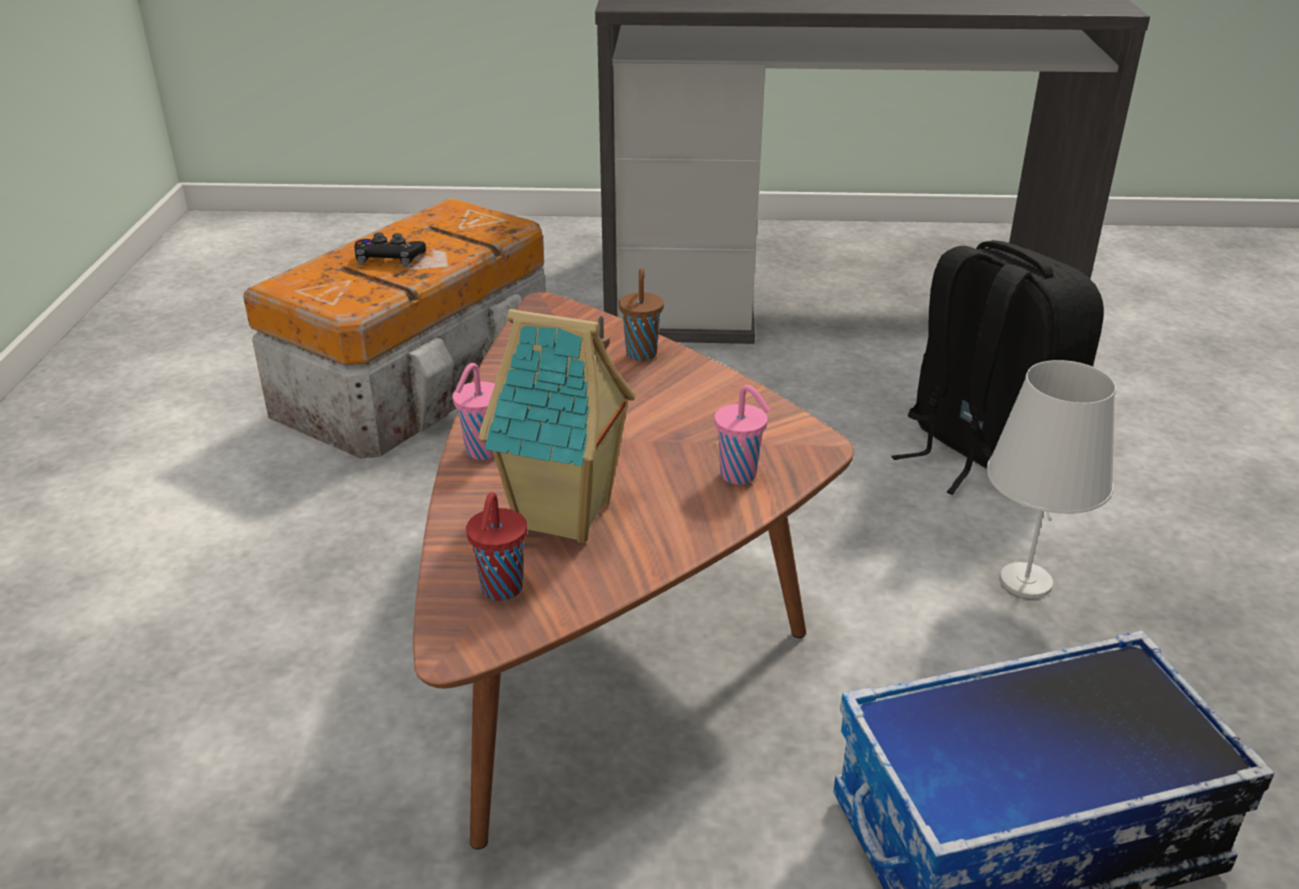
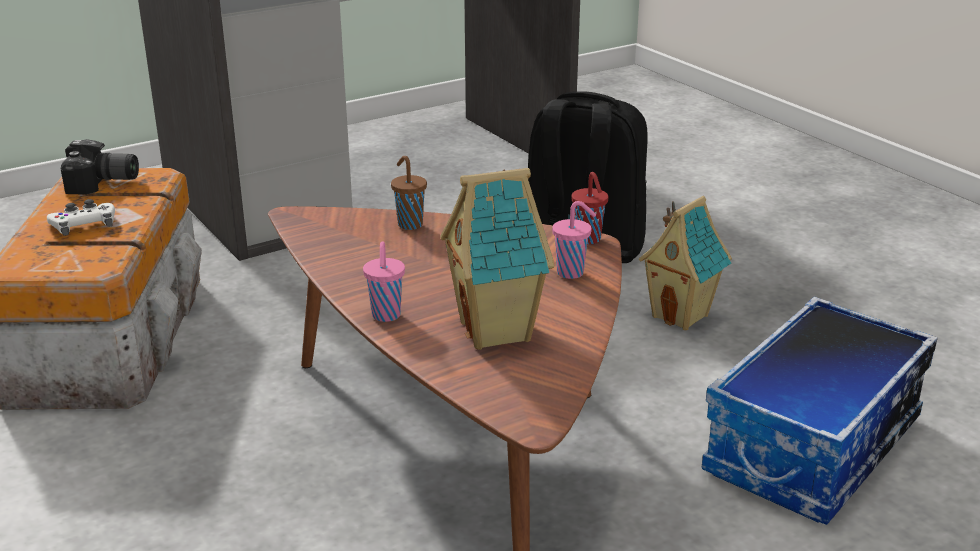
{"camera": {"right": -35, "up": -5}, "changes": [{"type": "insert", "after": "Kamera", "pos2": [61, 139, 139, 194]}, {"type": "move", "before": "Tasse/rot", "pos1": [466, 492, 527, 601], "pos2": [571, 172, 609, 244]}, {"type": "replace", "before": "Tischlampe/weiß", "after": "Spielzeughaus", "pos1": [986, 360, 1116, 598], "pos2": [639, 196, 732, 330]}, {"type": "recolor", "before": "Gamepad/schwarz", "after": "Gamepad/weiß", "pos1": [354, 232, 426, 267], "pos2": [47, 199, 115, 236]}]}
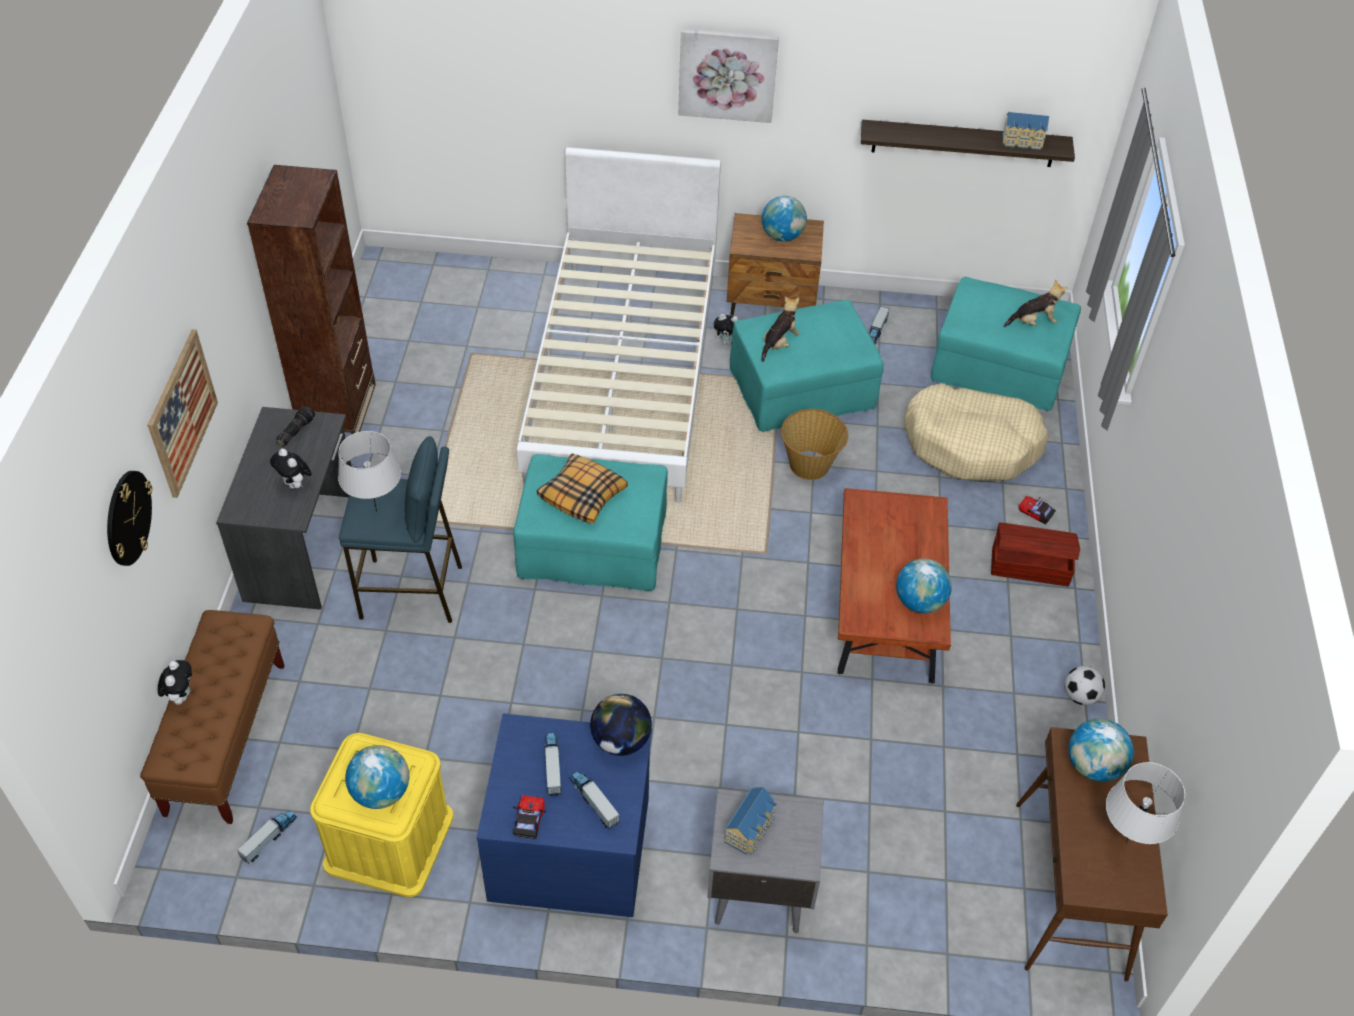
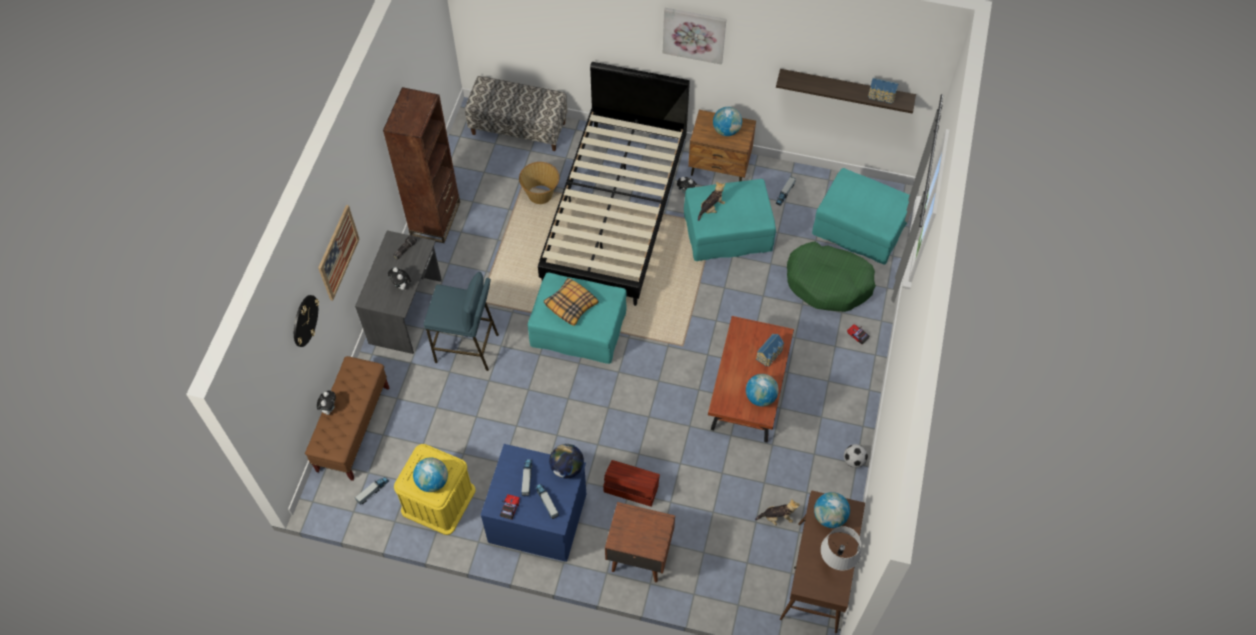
{"camera": {"right": 10, "up": 10}, "changes": [{"type": "delete", "before": "Tischlampe/grau", "pos1": [338, 431, 401, 512]}, {"type": "insert", "after": "Bank", "pos2": [465, 76, 567, 151]}, {"type": "move", "before": "Spielzeughaus", "pos1": [724, 787, 777, 854], "pos2": [756, 334, 785, 367]}, {"type": "move", "before": "Korb", "pos1": [781, 409, 848, 480], "pos2": [519, 162, 559, 204]}, {"type": "move", "before": "Aufbewahrungsbox/braun", "pos1": [991, 522, 1080, 587], "pos2": [603, 460, 660, 507]}, {"type": "move", "before": "Plüschtier", "pos1": [1004, 280, 1067, 327], "pos2": [755, 499, 800, 525]}, {"type": "recolor", "before": "Bett/weiß", "after": "Bett/schwarz", "pos1": [517, 147, 721, 503], "pos2": [538, 62, 690, 306]}, {"type": "recolor", "before": "Nachttisch/grau", "after": "Nachttisch/braun", "pos1": [707, 789, 824, 933], "pos2": [605, 502, 675, 582]}, {"type": "recolor", "before": "Hundebett/beige", "after": "Hundebett/grün", "pos1": [904, 383, 1049, 481], "pos2": [787, 242, 876, 312]}]}
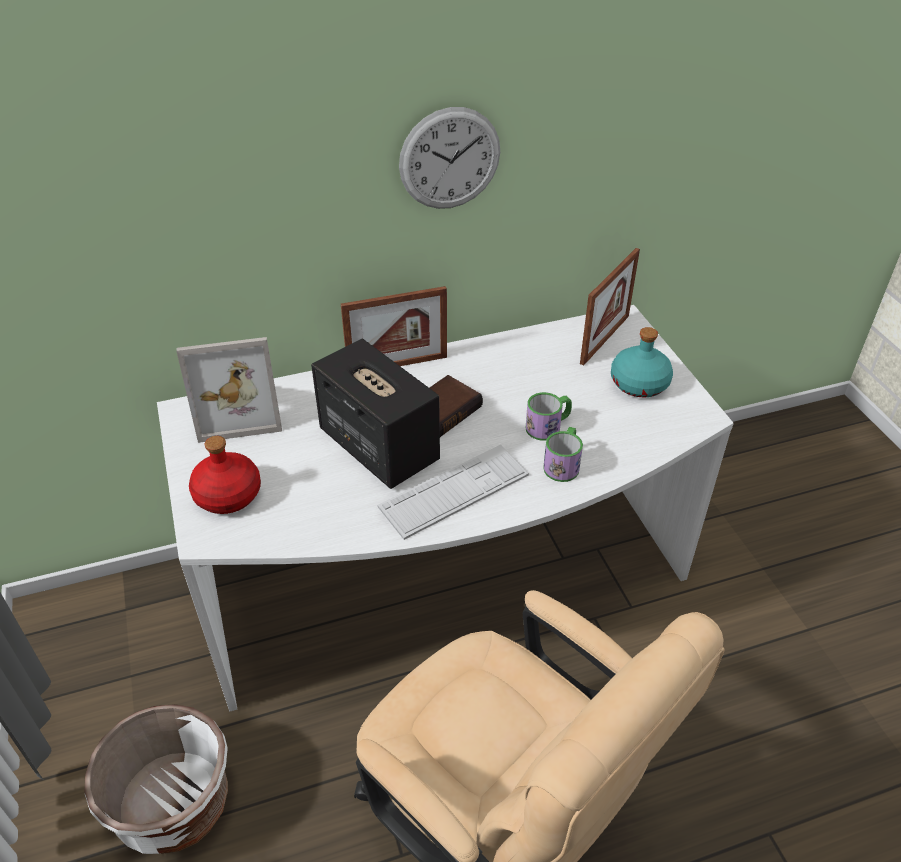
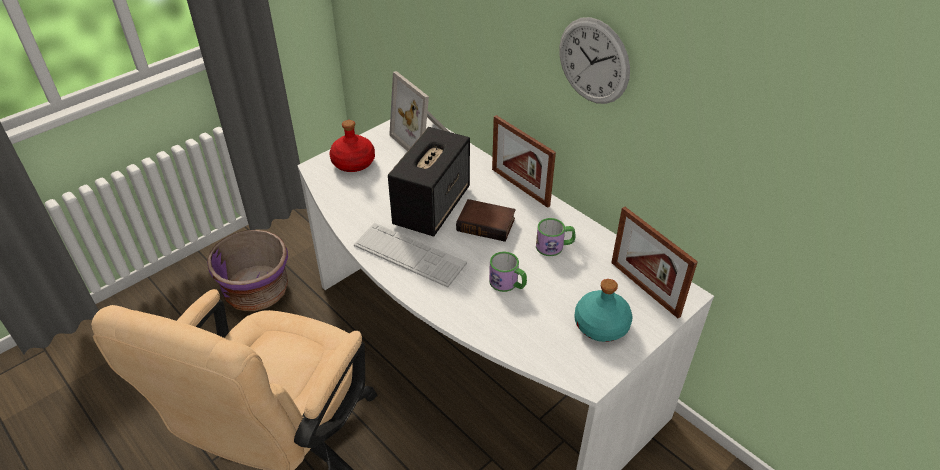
{"camera": {"right": 65, "up": 0}, "changes": [{"type": "move", "before": "Henkelbecher", "pos1": [543, 427, 583, 482], "pos2": [536, 218, 575, 256]}, {"type": "recolor", "before": "Pflanzkübel/weiß", "after": "Pflanzkübel/lila", "pos1": [85, 704, 228, 854], "pos2": [207, 230, 288, 311]}, {"type": "rotate", "before": "Bilderrahmen", "pos1": [580, 248, 640, 366], "pos2": [611, 207, 698, 318], "turn": 45}]}
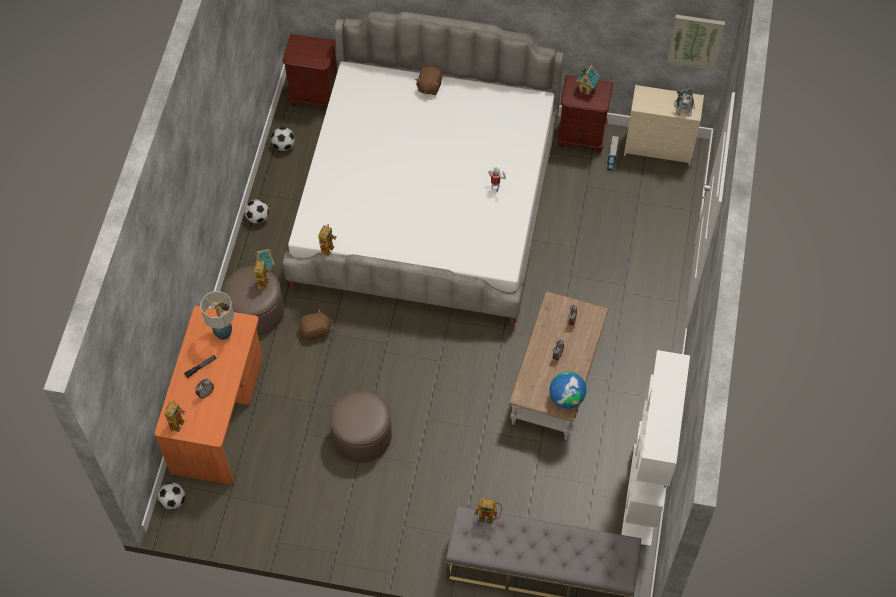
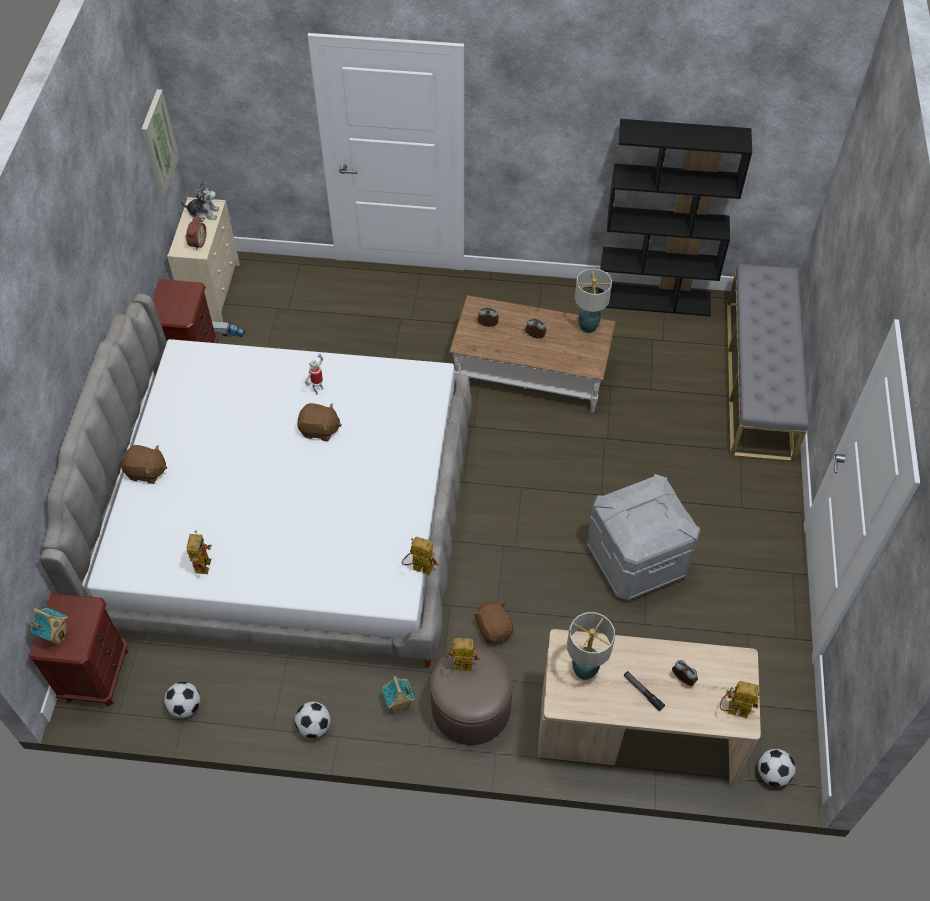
{"camera": {"right": -95, "up": -5}, "changes": [{"type": "insert", "after": "Wecker", "pos2": [185, 216, 206, 251]}, {"type": "insert", "after": "Plüschtier/braun", "pos2": [297, 403, 342, 441]}, {"type": "move", "before": "Spielzeugroboter", "pos1": [474, 498, 502, 524], "pos2": [186, 530, 212, 574]}, {"type": "move", "before": "Spielzeughaus", "pos1": [576, 65, 600, 95], "pos2": [30, 608, 68, 646]}, {"type": "replace", "before": "Polsterhocker/braun", "after": "Aufbewahrungsbox/grau", "pos1": [330, 390, 392, 463], "pos2": [586, 474, 700, 601]}, {"type": "replace", "before": "Globus", "after": "Tischlampe", "pos1": [549, 371, 587, 409], "pos2": [575, 268, 612, 333]}, {"type": "recolor", "before": "Schreibtisch/orange", "after": "Schreibtisch/beige", "pos1": [154, 306, 263, 485], "pos2": [538, 629, 761, 786]}, {"type": "recolor", "before": "Bücherregal/weiß", "after": "Bücherregal/schwarz", "pos1": [621, 350, 690, 546], "pos2": [598, 119, 752, 316]}]}
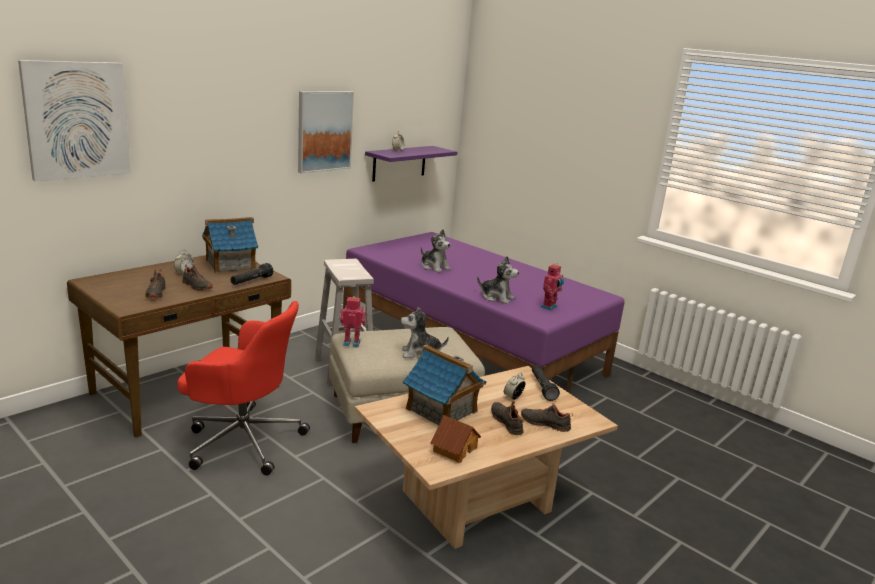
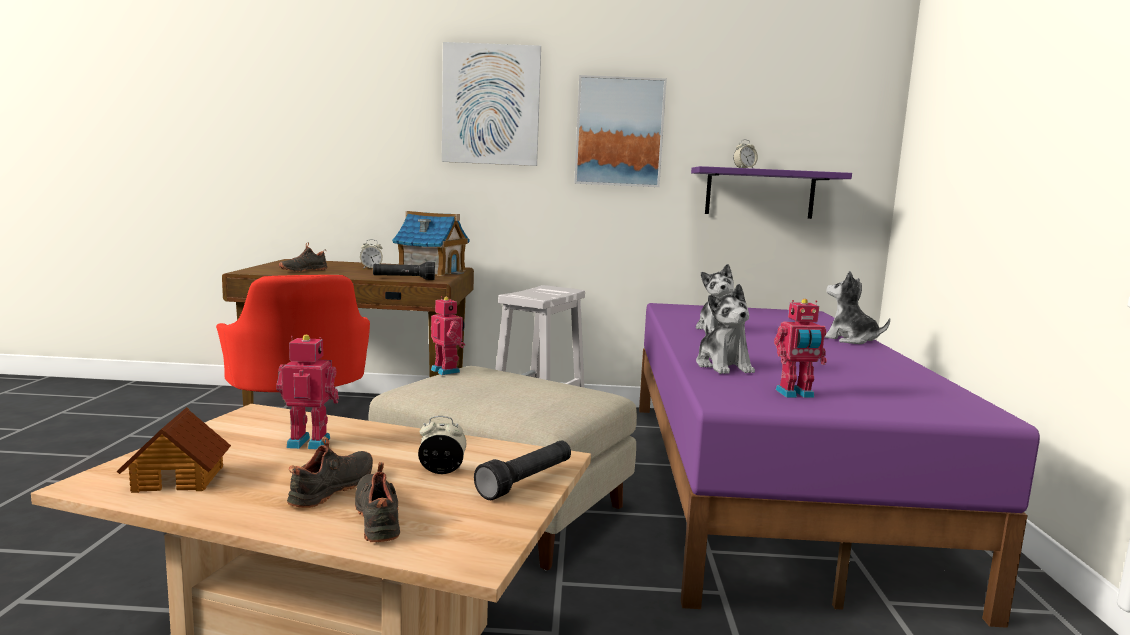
{"camera": {"right": 50, "up": -10}, "changes": [{"type": "delete", "before": "Schuh/schwarz", "pos1": [182, 263, 213, 291]}, {"type": "move", "before": "Bild", "pos1": [18, 60, 131, 181], "pos2": [442, 42, 541, 166]}, {"type": "move", "before": "Plüschtier", "pos1": [401, 307, 449, 358], "pos2": [825, 271, 890, 344]}, {"type": "replace", "before": "Spielzeughaus", "after": "Spielzeugroboter", "pos1": [403, 345, 486, 425], "pos2": [276, 335, 339, 449]}]}
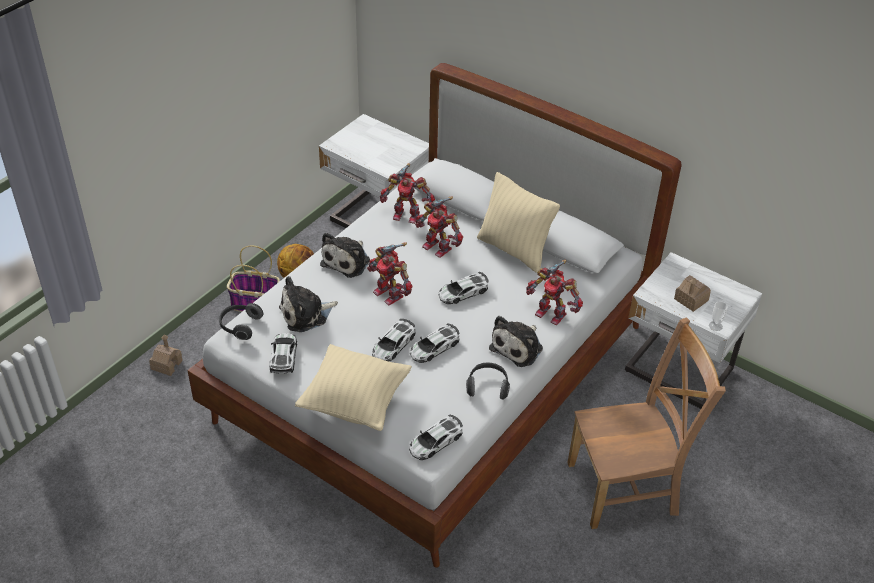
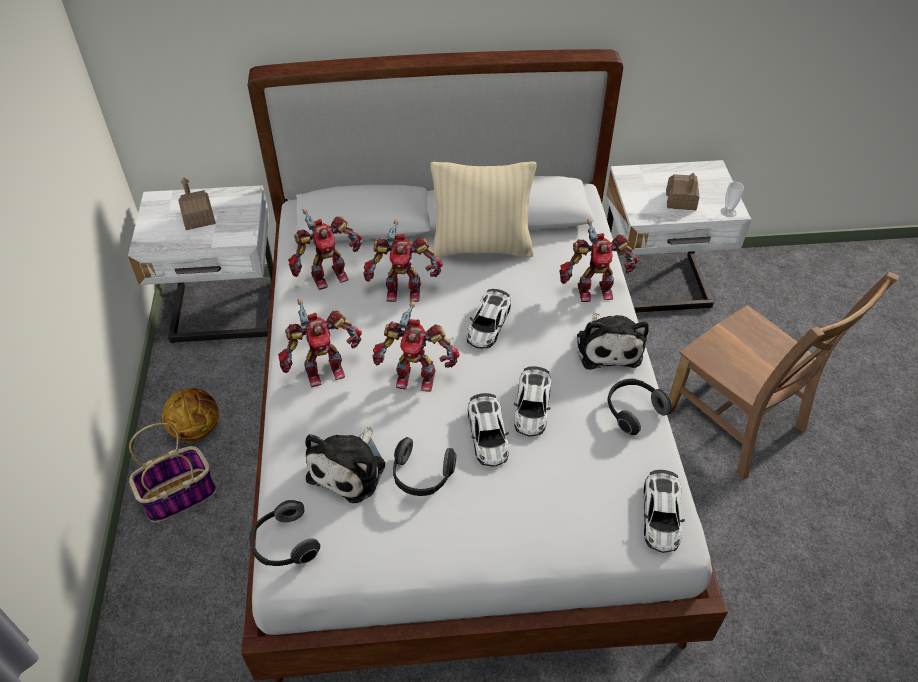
{"camera": {"right": -40, "up": 5}, "changes": [{"type": "delete", "before": "Spielzeugauto", "pos1": [269, 333, 297, 374]}, {"type": "delete", "before": "Kissen/beige", "pos1": [295, 344, 412, 431]}, {"type": "insert", "after": "Kopfhörer", "pos2": [393, 437, 457, 496]}, {"type": "move", "before": "Spielzeughaus", "pos1": [149, 335, 183, 376], "pos2": [178, 177, 216, 230]}, {"type": "replace", "before": "Plüschtier", "after": "Spielzeugroboter", "pos1": [320, 232, 370, 278], "pos2": [278, 299, 362, 387]}, {"type": "rotate", "before": "Stuhl/braun", "pos1": [567, 317, 726, 529], "pos2": [668, 272, 899, 479], "turn": 105}]}
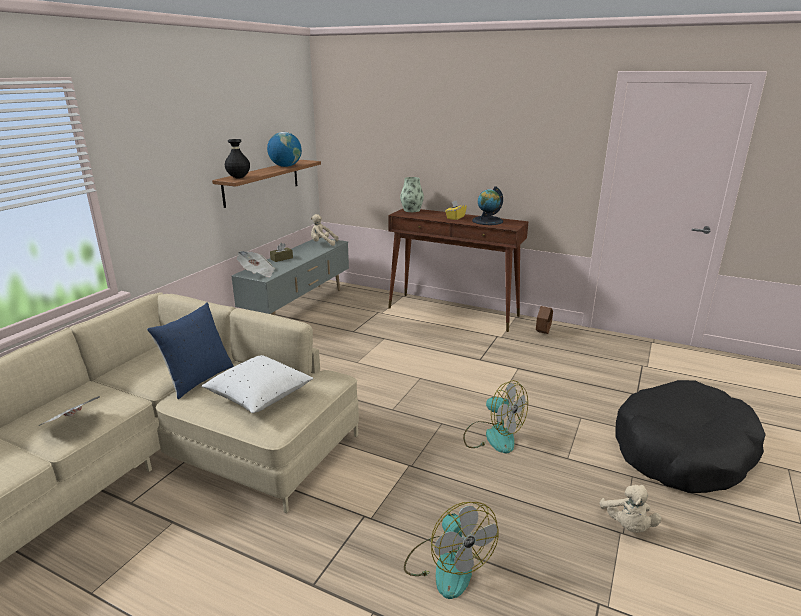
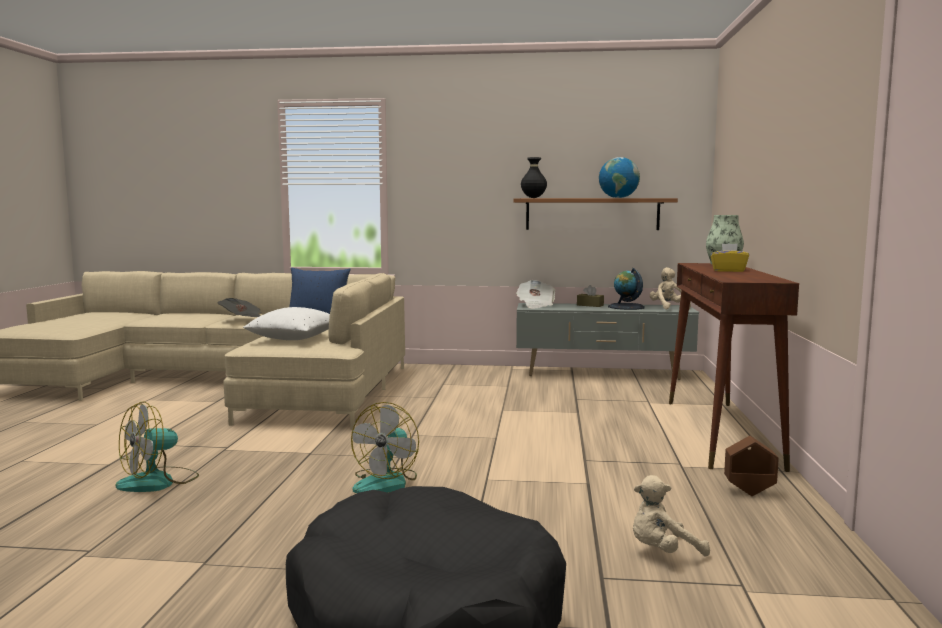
{"camera": {"right": 70, "up": -15}, "changes": [{"type": "move", "before": "Globus", "pos1": [472, 186, 503, 225], "pos2": [608, 268, 645, 310]}, {"type": "move", "before": "Plüschtier/beige", "pos1": [599, 485, 661, 533], "pos2": [633, 475, 710, 556]}]}
